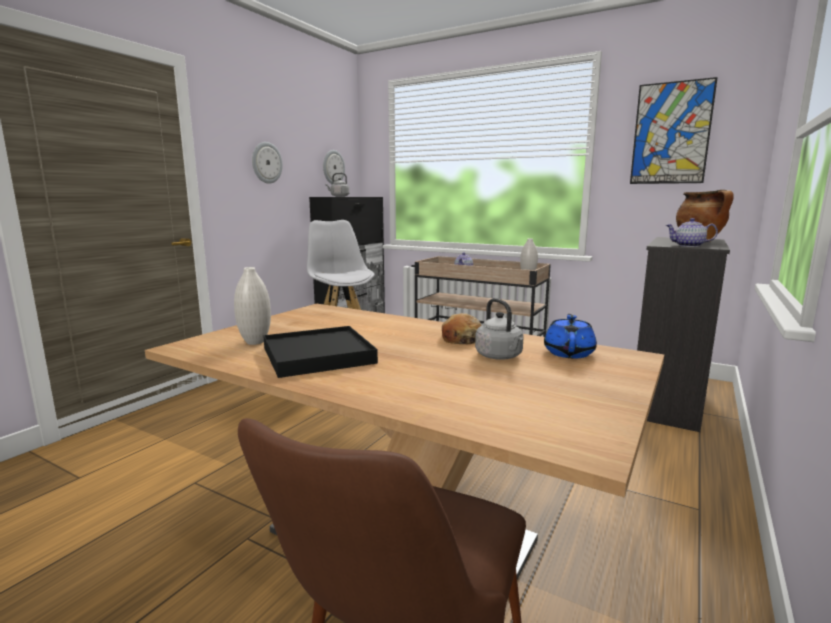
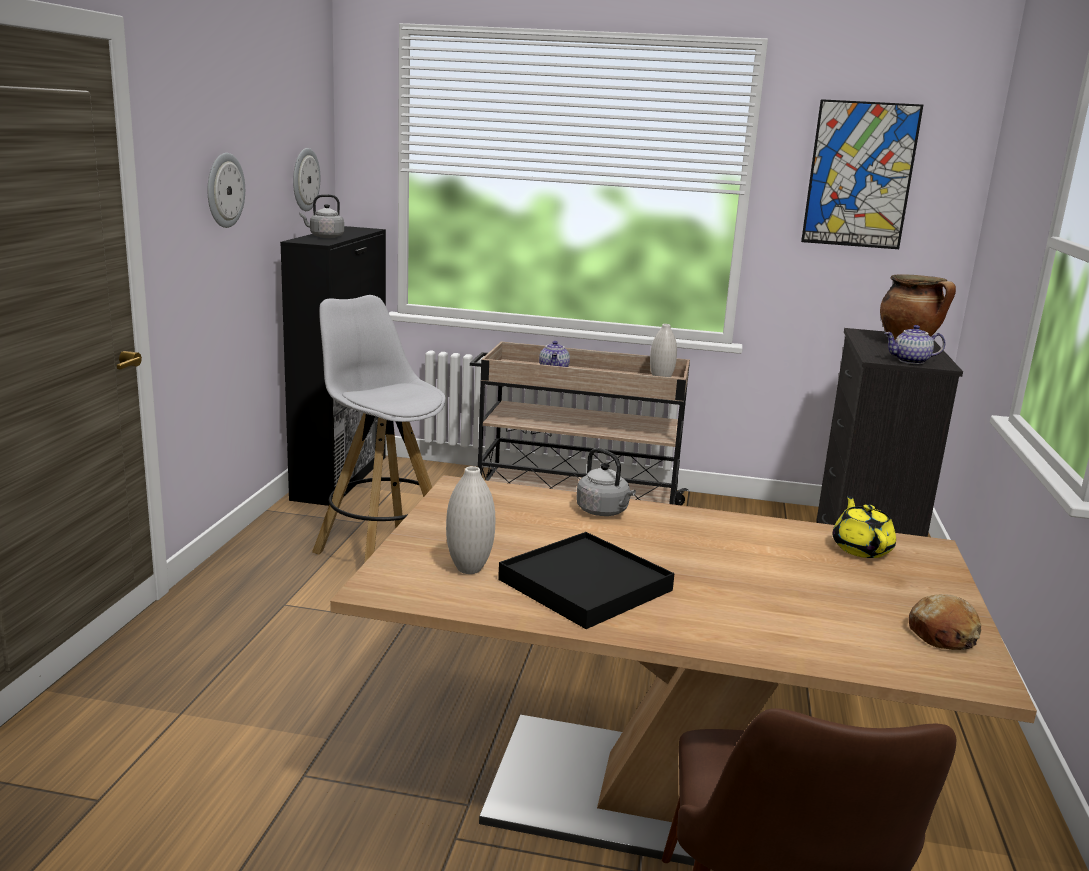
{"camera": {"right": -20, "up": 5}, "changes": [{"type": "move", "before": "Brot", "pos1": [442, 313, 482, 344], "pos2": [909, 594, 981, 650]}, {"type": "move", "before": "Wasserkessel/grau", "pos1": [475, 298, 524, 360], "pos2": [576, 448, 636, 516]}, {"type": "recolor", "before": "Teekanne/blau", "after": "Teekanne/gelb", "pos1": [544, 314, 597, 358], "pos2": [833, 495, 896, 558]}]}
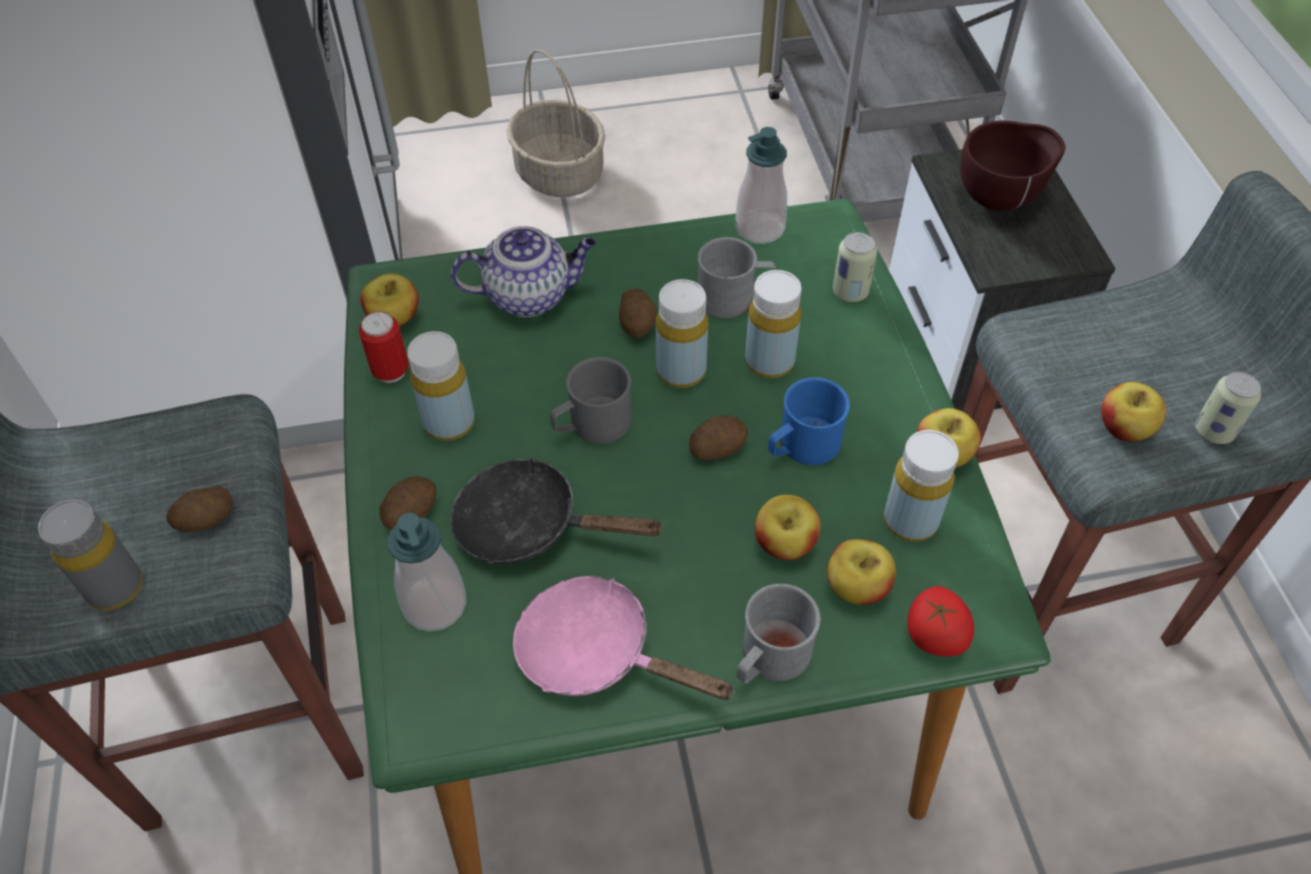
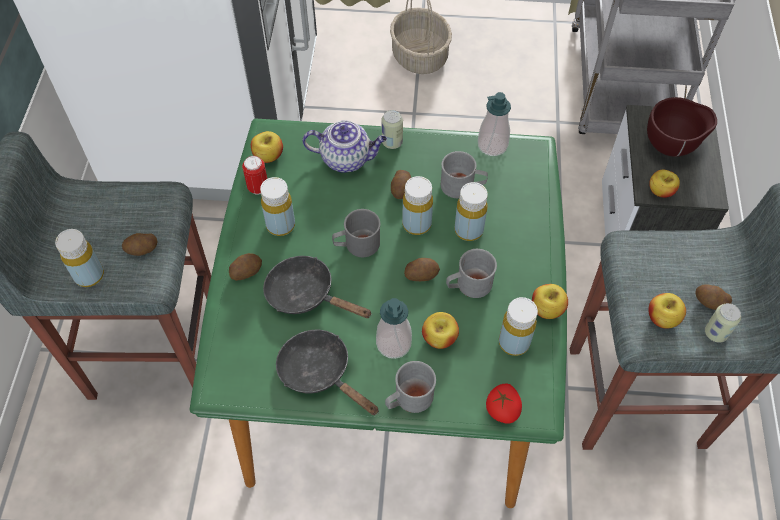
{"camera": {"right": 15, "up": 5}, "changes": [{"type": "insert", "after": "Kartoffel", "pos2": [695, 284, 732, 310]}, {"type": "move", "before": "Seifenspender", "pos1": [387, 513, 466, 632], "pos2": [376, 298, 412, 359]}, {"type": "move", "before": "Apfel", "pos1": [827, 539, 896, 605], "pos2": [649, 170, 680, 198]}, {"type": "move", "before": "Dose", "pos1": [833, 232, 877, 302], "pos2": [382, 110, 403, 149]}, {"type": "recolor", "before": "Flasche/grau", "after": "Flasche/gelb", "pos1": [38, 499, 143, 610], "pos2": [55, 229, 104, 287]}, {"type": "recolor", "before": "Pfanne/rosa", "after": "Pfanne/schwarz", "pos1": [513, 576, 735, 700], "pos2": [276, 330, 379, 415]}, {"type": "recolor", "before": "Henkelbecher/blau", "after": "Henkelbecher/grau", "pos1": [768, 377, 850, 465], "pos2": [446, 249, 497, 298]}]}
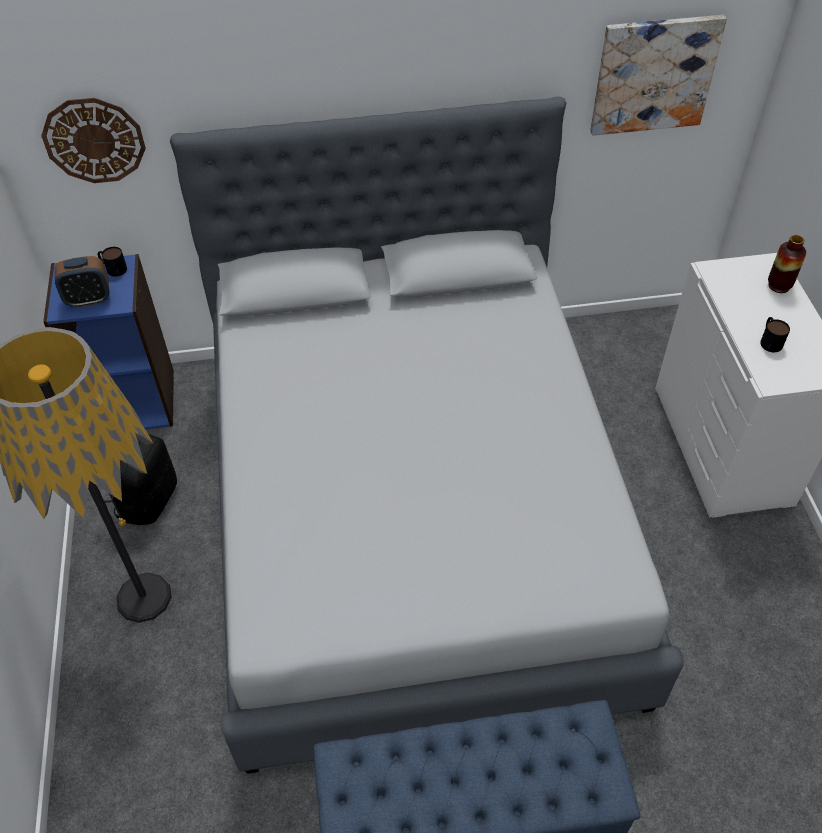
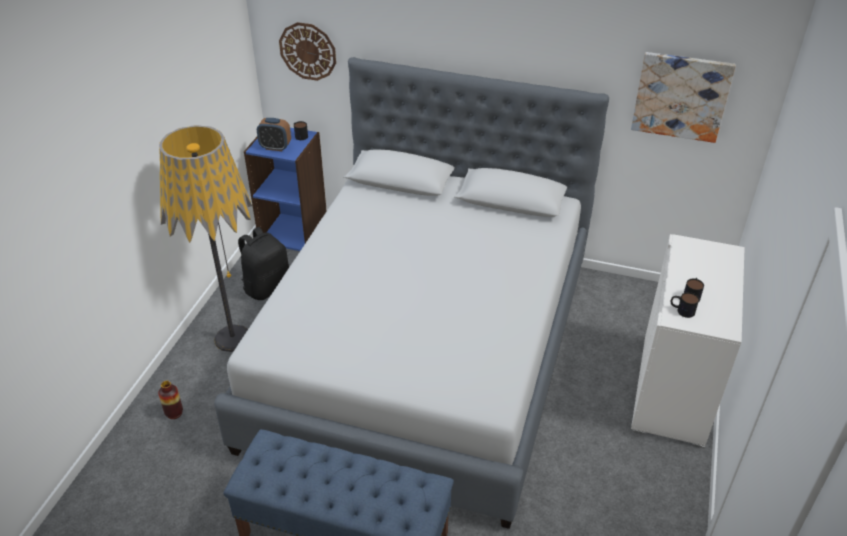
{"camera": {"right": 25, "up": -10}, "changes": [{"type": "insert", "after": "Henkelbecher", "pos2": [671, 292, 699, 318]}, {"type": "move", "before": "Vase", "pos1": [768, 235, 806, 293], "pos2": [158, 381, 183, 419]}]}
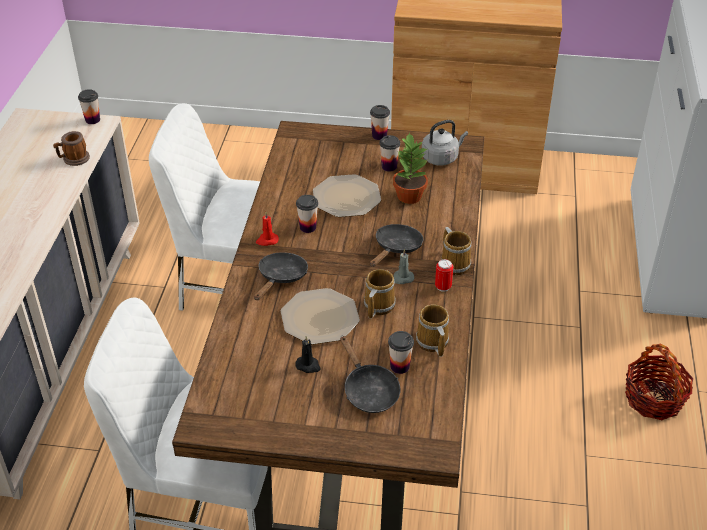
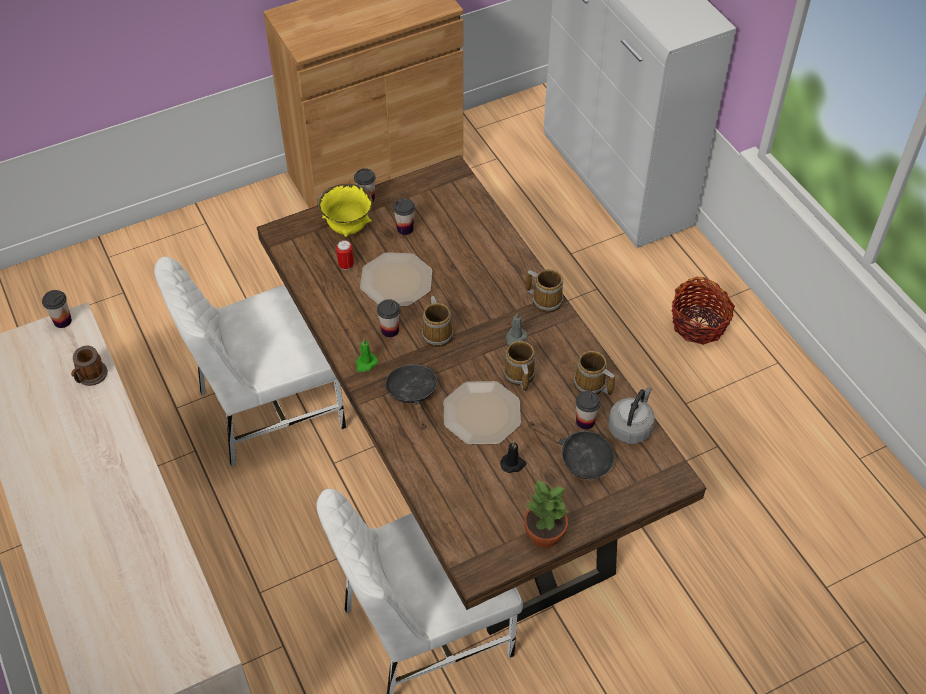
{"camera": {"right": -35, "up": 10}, "changes": [{"type": "delete", "before": "Pfanne/schwarz", "pos1": [370, 224, 423, 267]}, {"type": "insert", "after": "Schüssel/gelb", "pos2": [317, 184, 373, 237]}, {"type": "insert", "after": "Henkelbecher", "pos2": [422, 296, 453, 347]}, {"type": "move", "before": "Topfpflanze", "pos1": [393, 133, 428, 204], "pos2": [524, 479, 568, 548]}, {"type": "move", "before": "Wasserkessel/grau", "pos1": [422, 120, 468, 166], "pos2": [608, 387, 655, 444]}, {"type": "move", "before": "Dose", "pos1": [435, 259, 453, 292], "pos2": [336, 240, 354, 270]}, {"type": "recolor", "before": "Kerze/rot", "after": "Kerze/grün", "pos1": [256, 212, 279, 246], "pos2": [356, 338, 378, 372]}]}
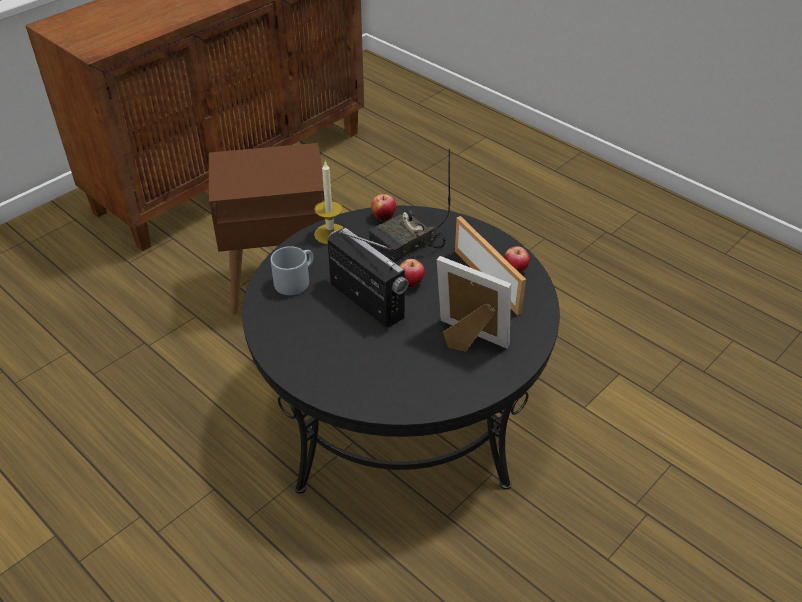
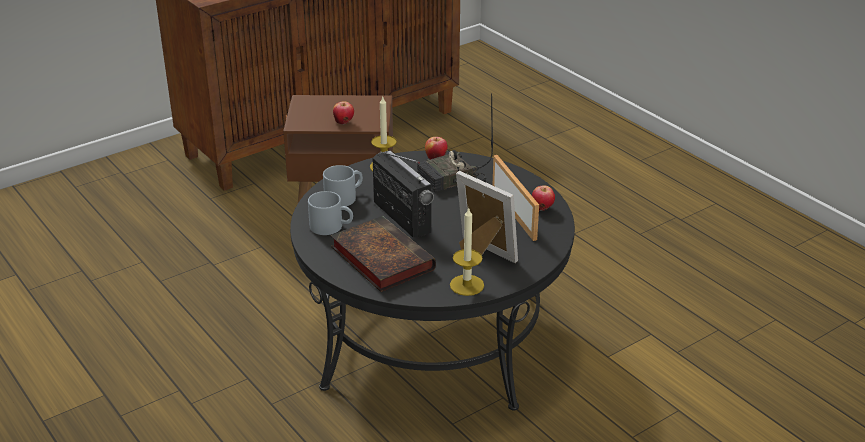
{"camera": {"right": 10, "up": -10}, "changes": [{"type": "insert", "after": "Henkelbecher/grau", "pos2": [308, 191, 353, 235]}, {"type": "insert", "after": "Buch", "pos2": [330, 216, 436, 292]}, {"type": "insert", "after": "Kerze", "pos2": [450, 207, 484, 296]}, {"type": "move", "before": "Apfel", "pos1": [400, 259, 425, 288], "pos2": [333, 101, 354, 125]}]}
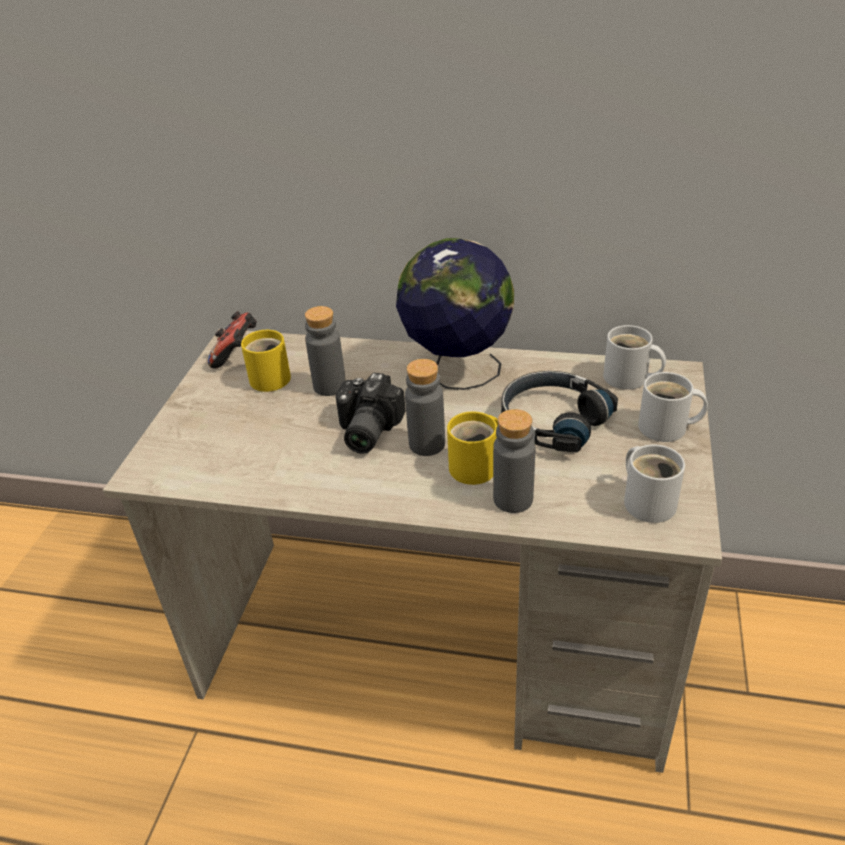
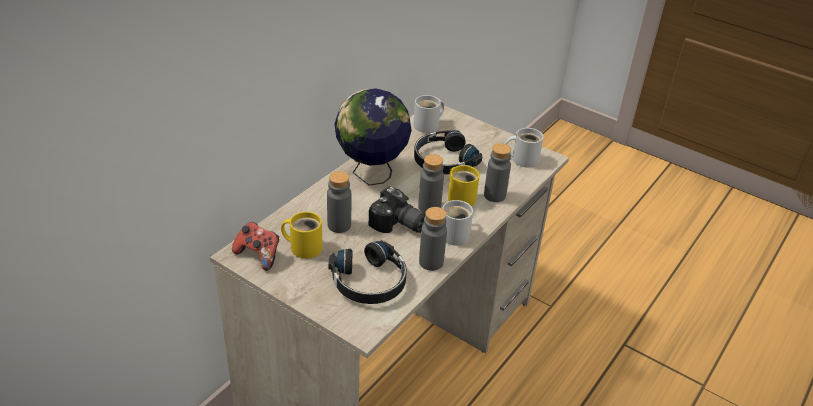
{"camera": {"right": -70, "up": 0}, "changes": [{"type": "insert", "after": "Kopfhörer/schwarz", "pos2": [328, 240, 407, 304]}, {"type": "insert", "after": "Flasche/grau", "pos2": [419, 207, 447, 271]}, {"type": "move", "before": "Henkelbecher/weiß", "pos1": [638, 372, 708, 442], "pos2": [442, 200, 473, 246]}]}
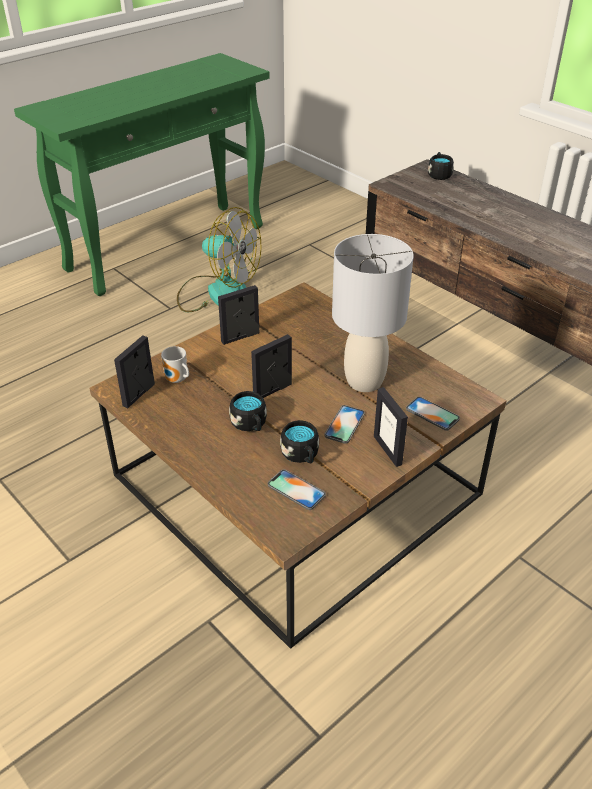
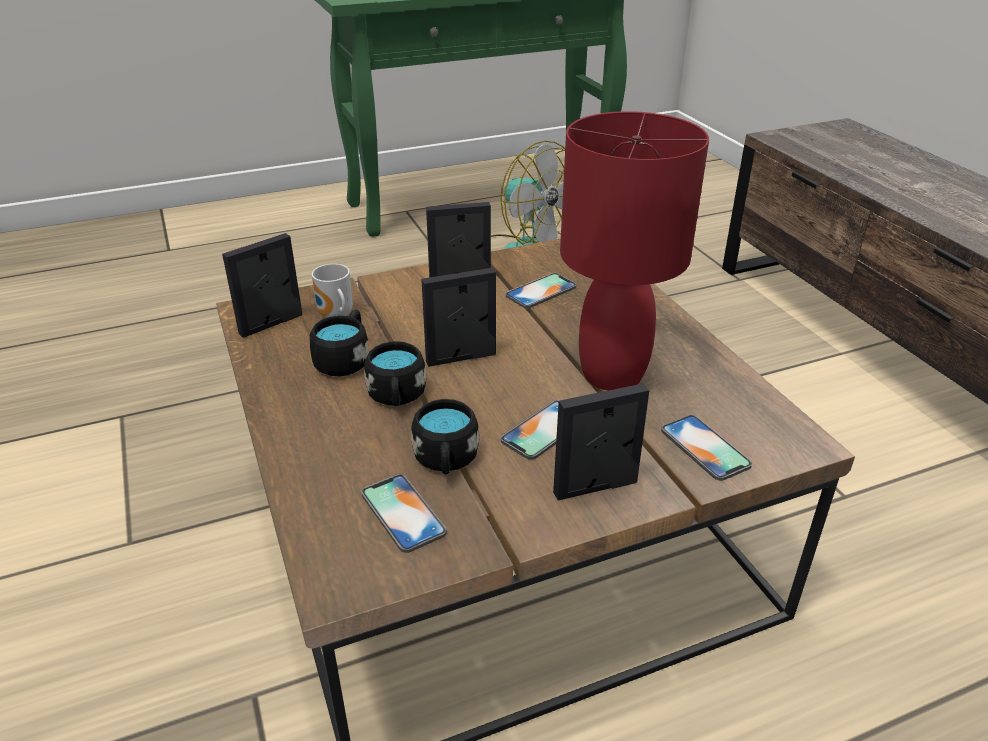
{"camera": {"right": 20, "up": -5}, "changes": [{"type": "insert", "after": "Handy", "pos2": [506, 273, 576, 308]}, {"type": "move", "before": "Henkelbecher/schwarz", "pos1": [428, 152, 454, 180], "pos2": [309, 310, 369, 376]}, {"type": "recolor", "before": "Tischlampe/grau", "after": "Tischlampe/rot", "pos1": [332, 234, 414, 392], "pos2": [560, 111, 709, 390]}, {"type": "rotate", "before": "Bilderrahmen", "pos1": [374, 387, 408, 467], "pos2": [553, 383, 649, 501], "turn": 75}]}
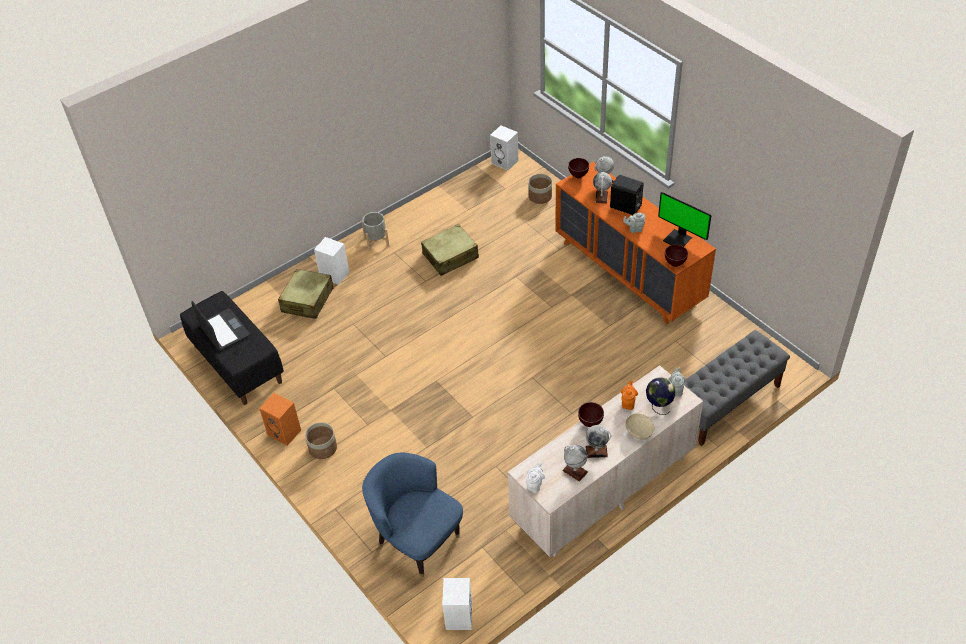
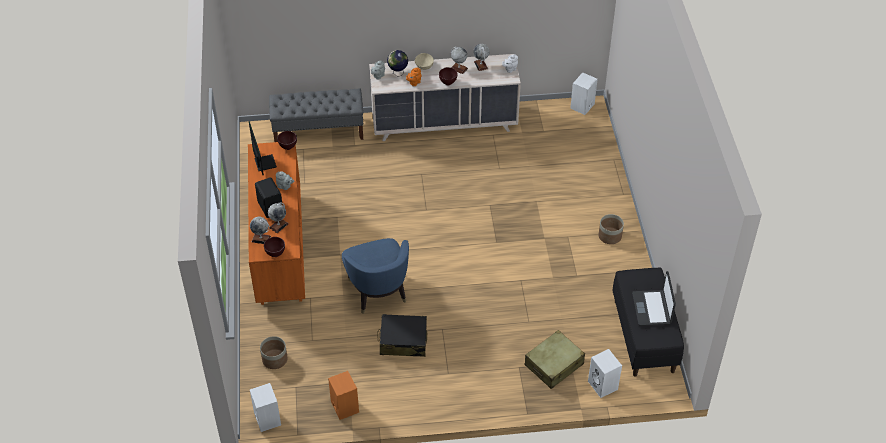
{"camera": {"right": -150, "up": 0}, "changes": [{"type": "delete", "before": "Pflanzkübel/grau", "pos1": [362, 212, 389, 251]}, {"type": "move", "before": "Lautsprecher/orange", "pos1": [259, 393, 301, 446], "pos2": [328, 371, 359, 420]}, {"type": "move", "before": "Lautsprecher/weiß", "pos1": [314, 237, 349, 285], "pos2": [588, 349, 622, 398]}, {"type": "move", "before": "Sessel/blau", "pos1": [362, 452, 463, 577], "pos2": [342, 238, 409, 314]}, {"type": "recolor", "before": "Koffer/beige", "after": "Koffer/schwarz", "pos1": [421, 224, 479, 276], "pos2": [377, 314, 427, 357]}]}
